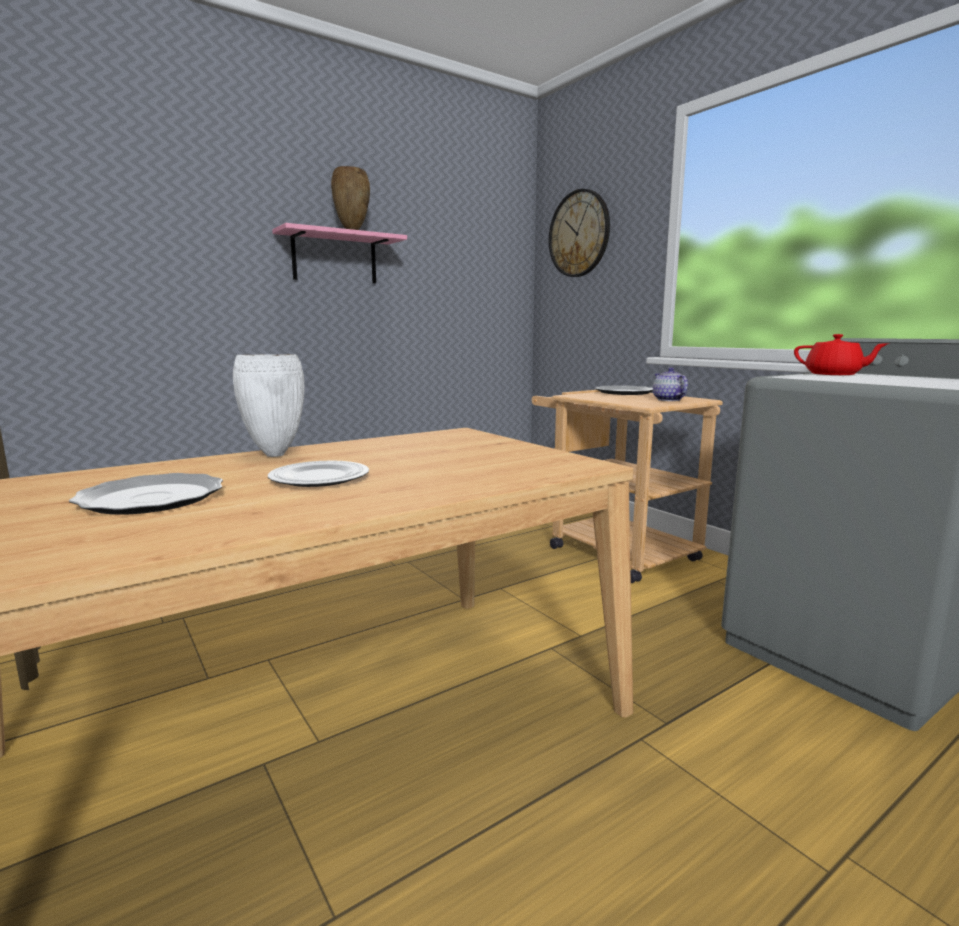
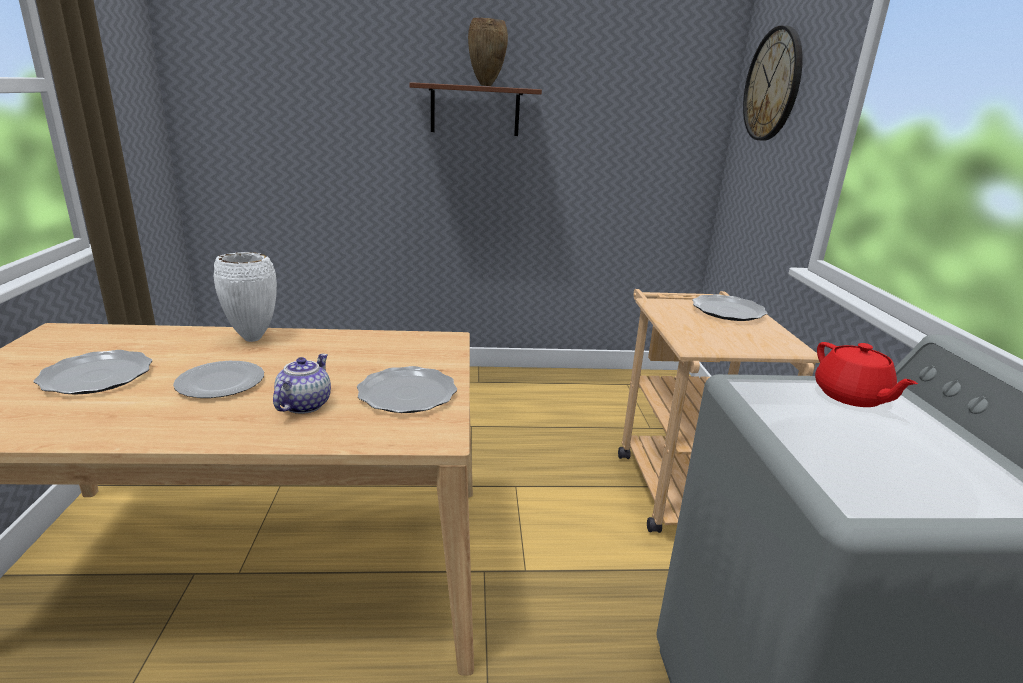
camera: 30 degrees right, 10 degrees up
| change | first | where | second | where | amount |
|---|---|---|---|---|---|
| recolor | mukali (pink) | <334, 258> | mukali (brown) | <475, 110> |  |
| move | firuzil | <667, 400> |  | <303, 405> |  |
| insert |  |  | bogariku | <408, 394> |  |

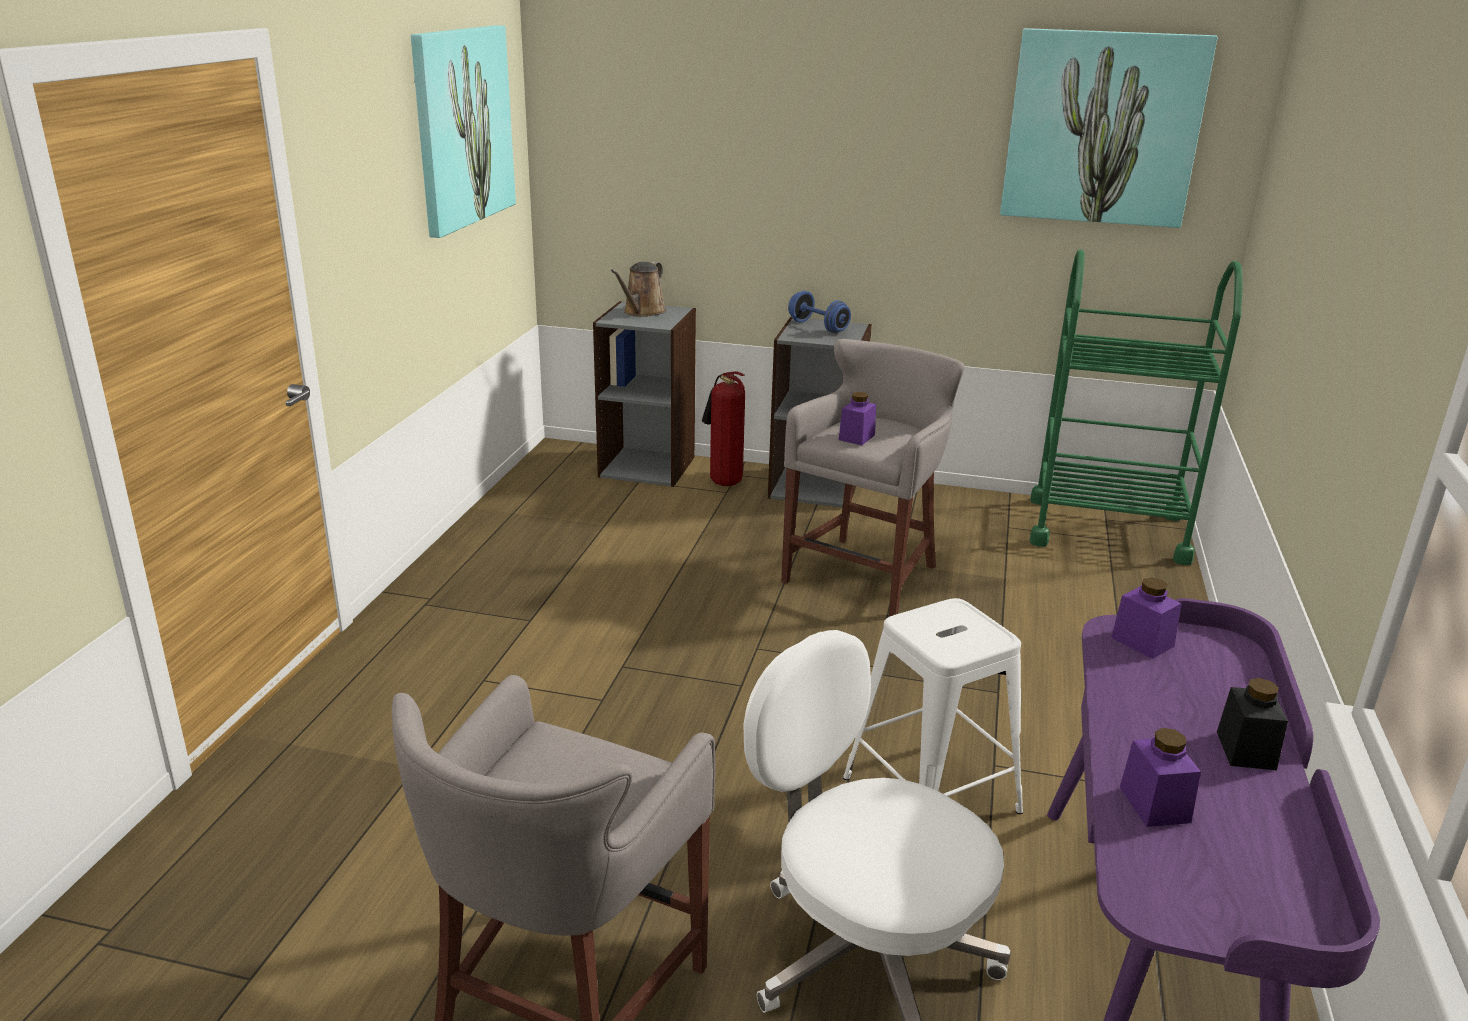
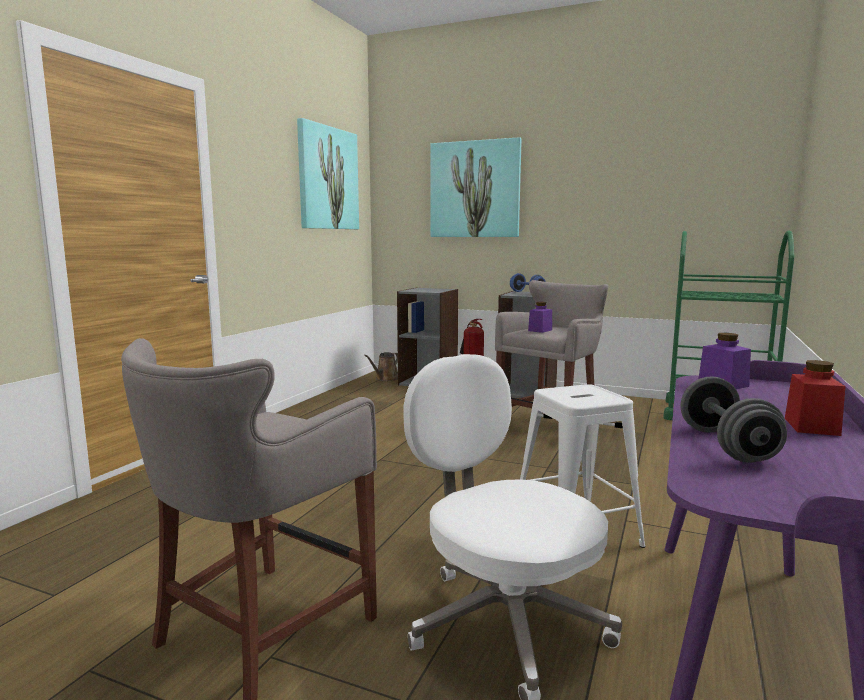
camera: 10 degrees right, 15 degrees down
| change | first | where | second | where | amount |
|---|---|---|---|---|---|
| move | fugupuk | <1102, 128> |  | <475, 189> |  |
| move | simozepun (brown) | <642, 312> |  | <385, 379> |  |
| recolor | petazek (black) | <1246, 750> | petazek (red) | <811, 426> |  |
| replace | petazek (purple) | <1154, 804> | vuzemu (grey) | <726, 445> |  |

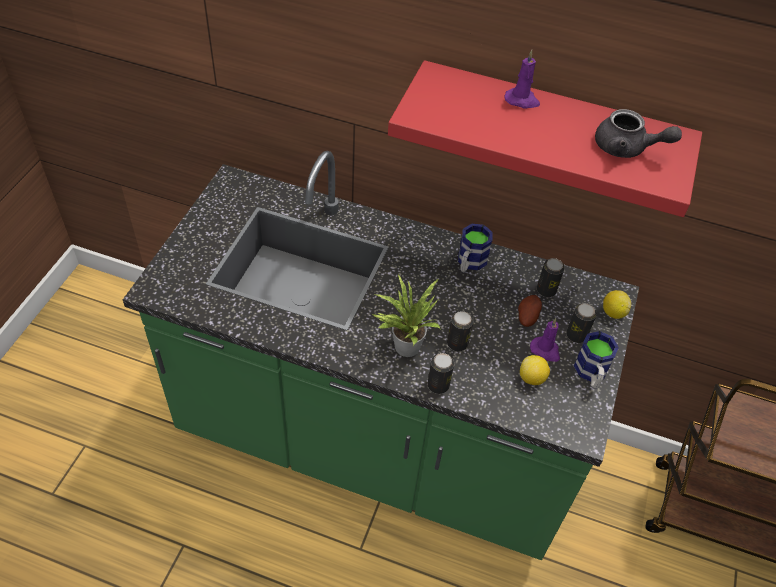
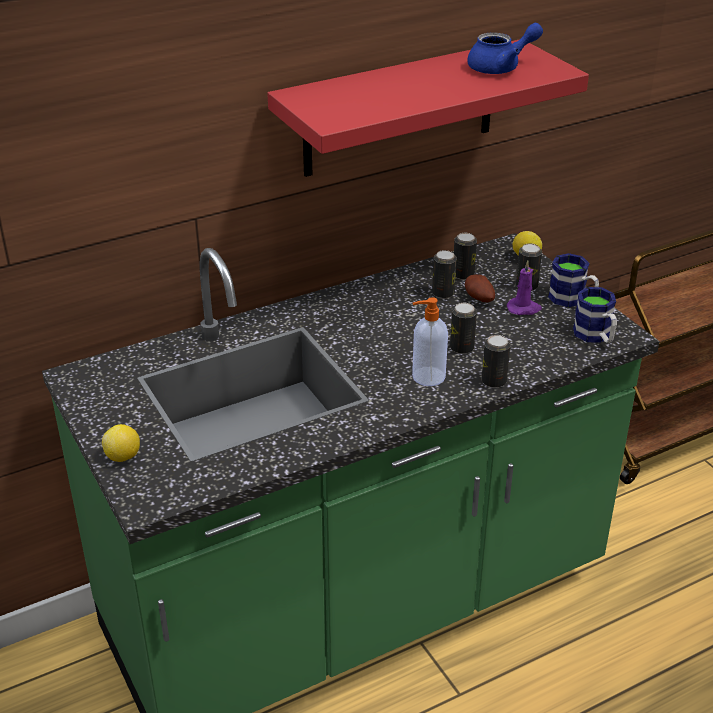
camera: 45 degrees left, 15 degrees down
| change | first | where | second | where | amount |
|---|---|---|---|---|---|
| delete | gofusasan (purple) | <522, 100> |  |  |  |
| recolor | firuzil (grey) | <627, 148> | firuzil (blue) | <501, 67> |  |
| move | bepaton | <469, 263> |  | <596, 336> |  |
| replace | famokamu | <404, 345> | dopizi | <427, 377> |  |
| move | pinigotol | <532, 378> |  | <123, 457> |  |
| insert |  |  | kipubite | <443, 293> |  |

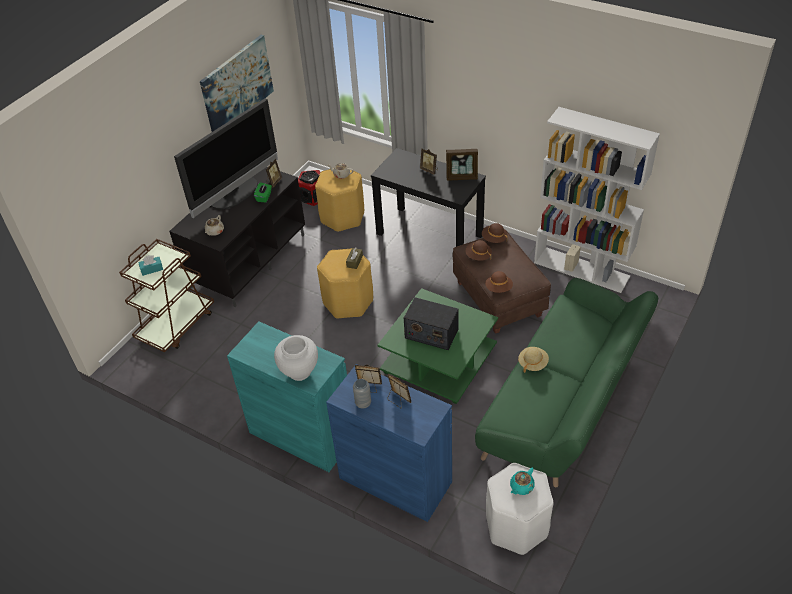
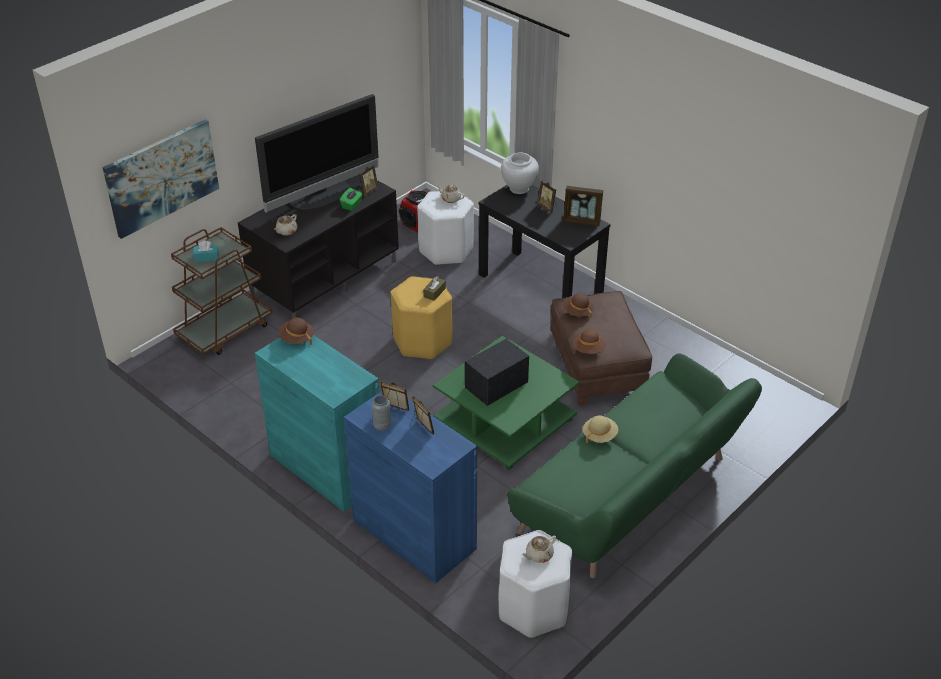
camera: 10 degrees right, 5 degrees down
| change | first | where | second | where | amount |
|---|---|---|---|---|---|
| move | fugupuk | <237, 86> |  | <162, 177> |  |
| delete | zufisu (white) | <582, 269> |  |  |  |
| recolor | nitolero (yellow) | <343, 217> | nitolero (white) | <446, 250> |  |
| move | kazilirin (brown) | <494, 239> |  | <296, 338> |  |
| rotate | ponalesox | <431, 333> |  | <496, 384> | 105 degrees clockwise |
| move | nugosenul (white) | <299, 372> |  | <519, 188> |  |
| recolor | firuzil (turquoise) | <521, 487> | firuzil (beige) | <538, 555> |  |

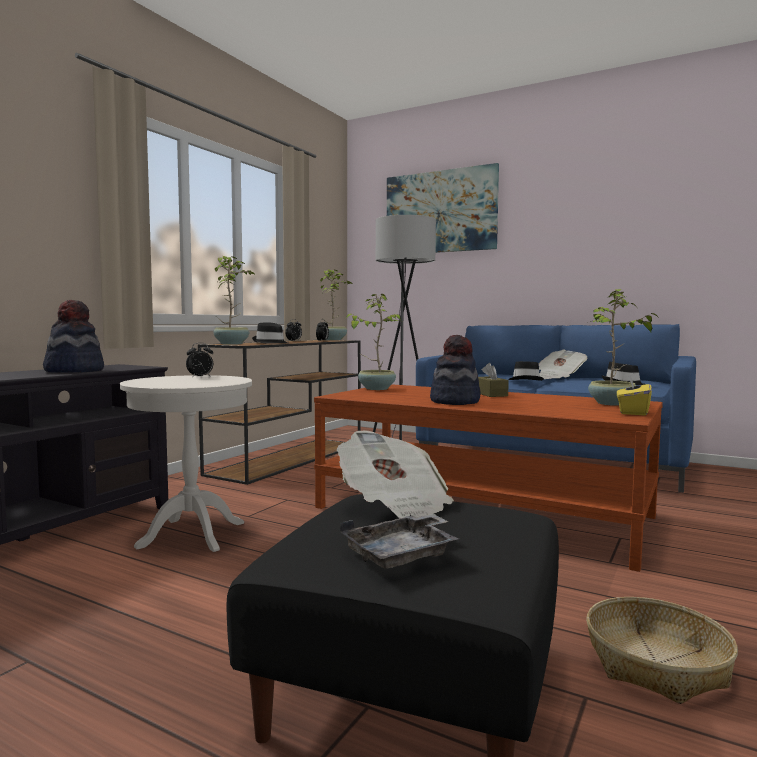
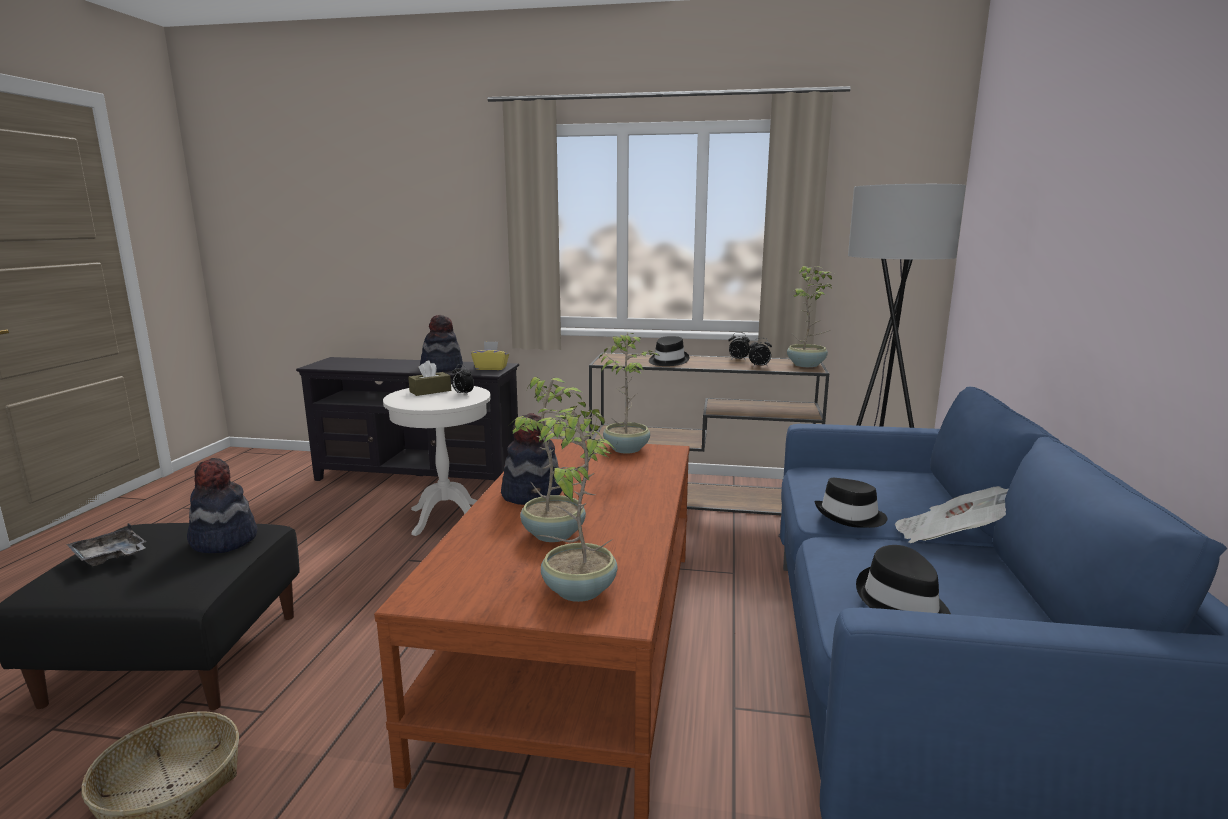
camera: 70 degrees right, 10 degrees up
| change | first | where | second | where | amount |
|---|---|---|---|---|---|
| delete | fugupuk | <440, 212> |  |  |  |
| move | famokamu | <232, 344> |  | <555, 534> |  |
| move | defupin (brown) | <490, 394> |  | <430, 391> |  |
| move | defupin (yellow) | <632, 412> |  | <491, 368> |  |
| replace | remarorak | <394, 506> | kazilirin | <223, 540> |  |

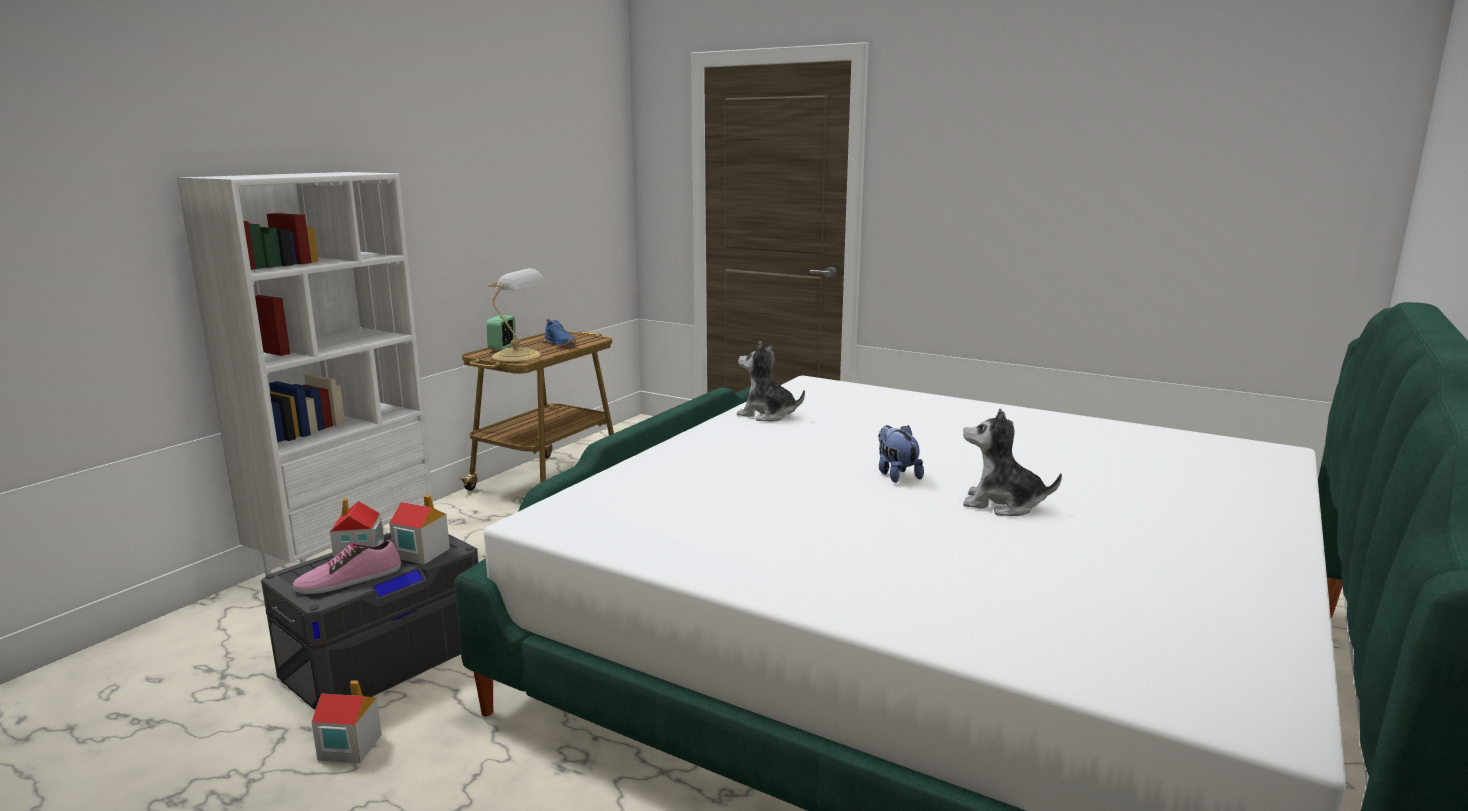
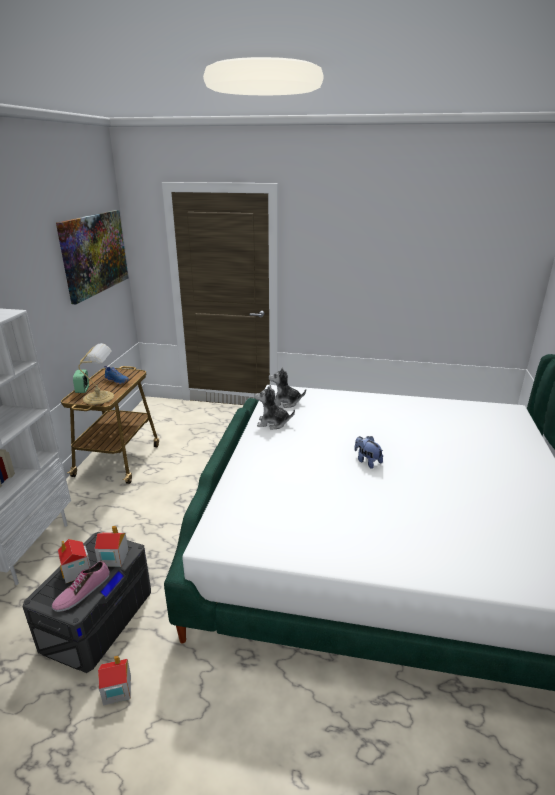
camera: 20 degrees left, 10 degrees up
| change | first | where | second | where | amount |
|---|---|---|---|---|---|
| move | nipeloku | <1002, 504> |  | <285, 402> |  |
| insert |  |  | fugupuk | <94, 253> |  |

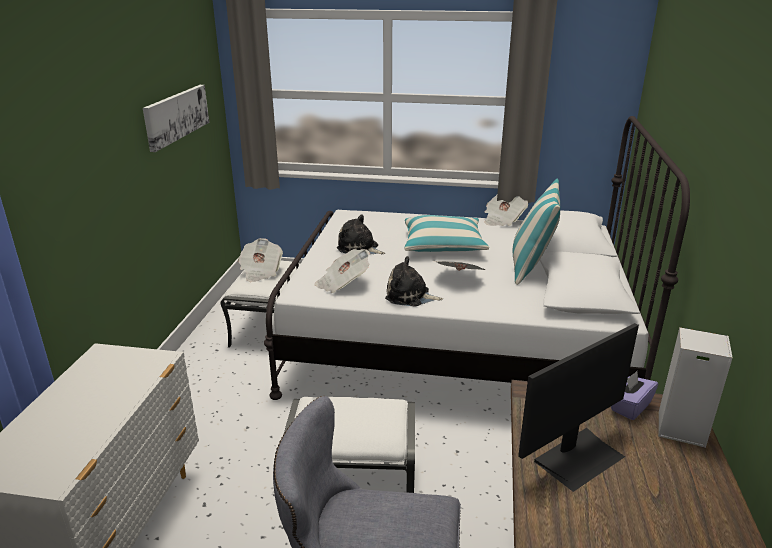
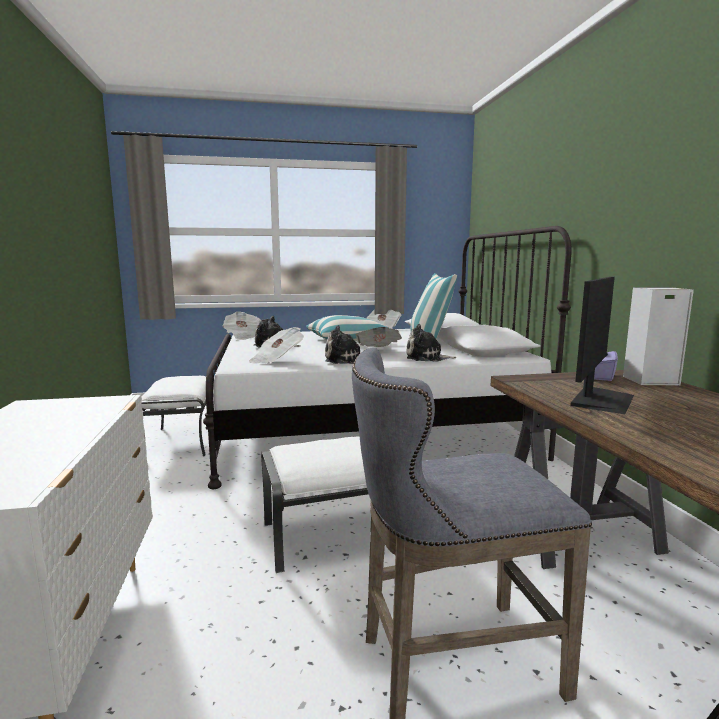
camera: 20 degrees left, 15 degrees down
| change | first | where | second | where | amount |
|---|---|---|---|---|---|
| delete | fugupuk | <176, 115> |  |  |  |
| move | remarorak | <260, 271> |  | <243, 337> |  |
| insert |  |  | nipeloku | <426, 358> |  |

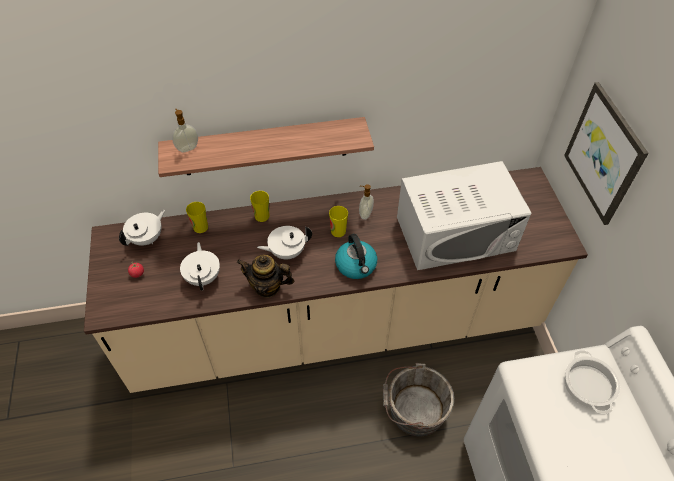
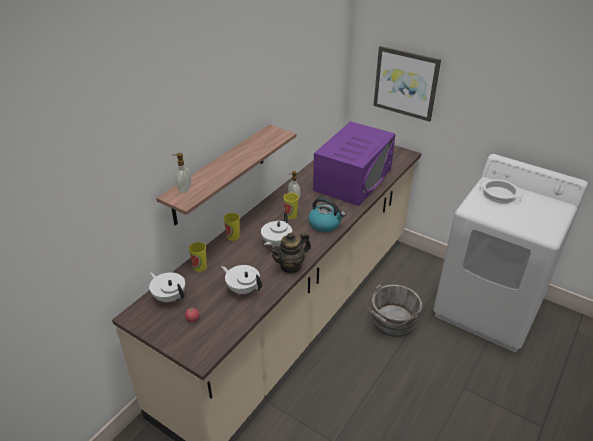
camera: 45 degrees left, 15 degrees down
| change | first | where | second | where | amount |
|---|---|---|---|---|---|
| recolor | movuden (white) | <455, 233> | movuden (purple) | <353, 179> |  |
| rotate | firuzil (white) | <147, 238> |  | <169, 297> | 45 degrees counterclockwise |

